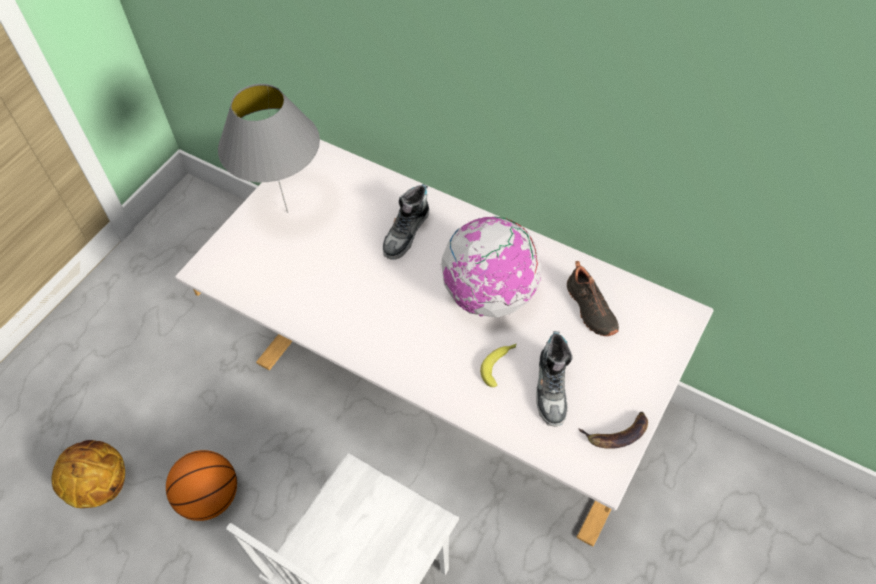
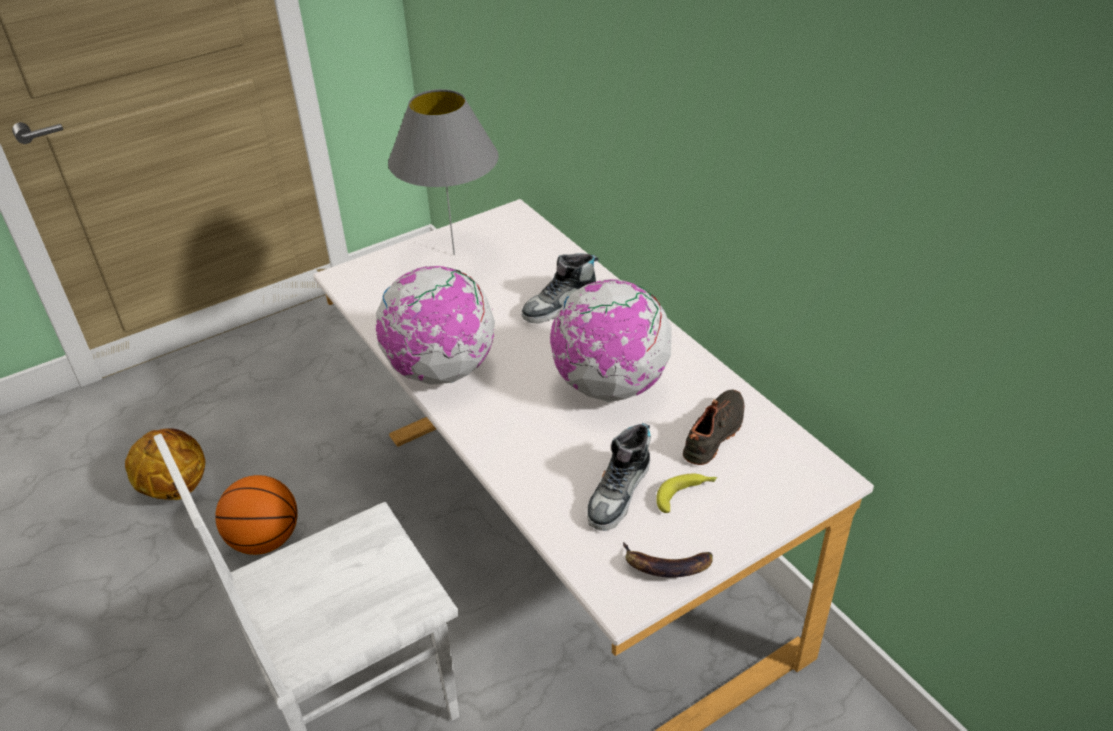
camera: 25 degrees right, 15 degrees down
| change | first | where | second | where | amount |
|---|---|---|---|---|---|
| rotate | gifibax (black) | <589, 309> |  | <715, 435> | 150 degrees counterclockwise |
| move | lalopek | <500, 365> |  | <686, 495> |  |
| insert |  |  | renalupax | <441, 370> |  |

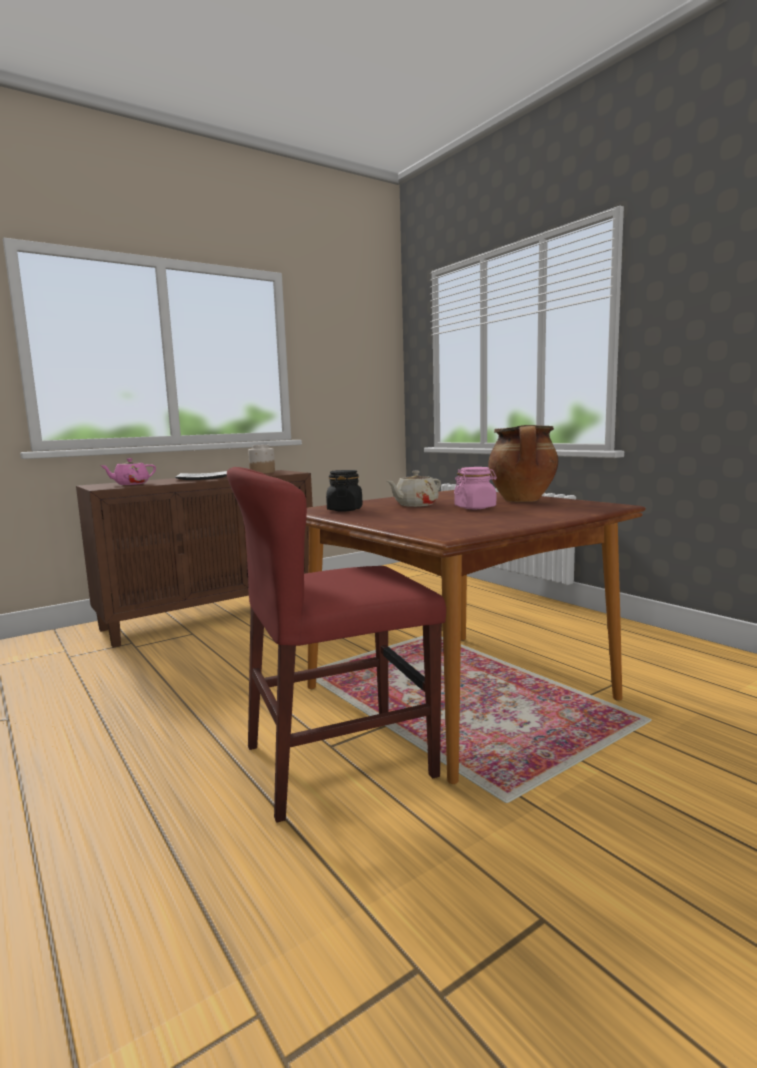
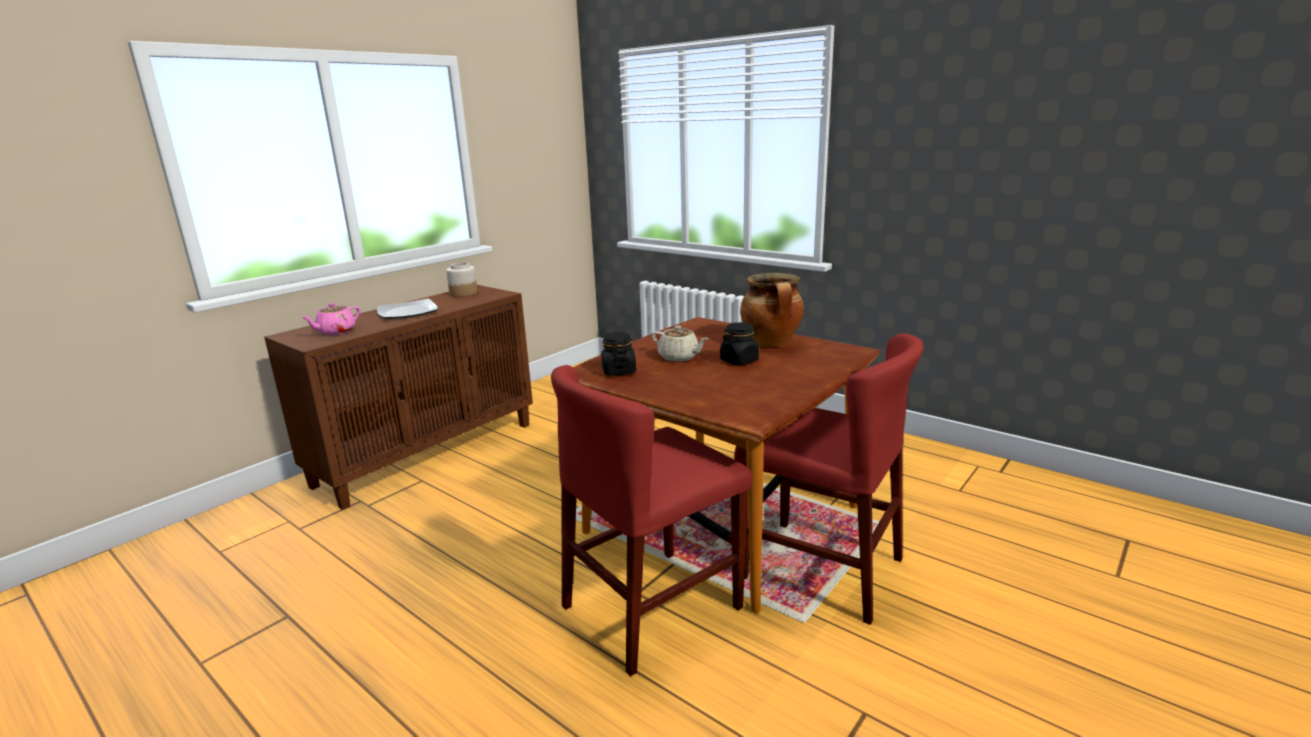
camera: 15 degrees left, 10 degrees up
| change | first | where | second | where | amount |
|---|---|---|---|---|---|
| recolor | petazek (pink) | <475, 507> | petazek (black) | <739, 360> |  |
| rotate | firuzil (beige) | <415, 505> |  | <679, 357> | 90 degrees counterclockwise |
| insert |  |  | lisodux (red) | <821, 568> |  |

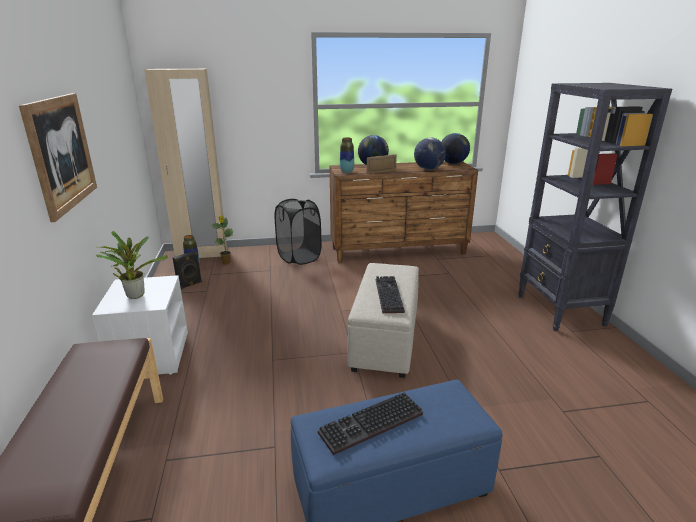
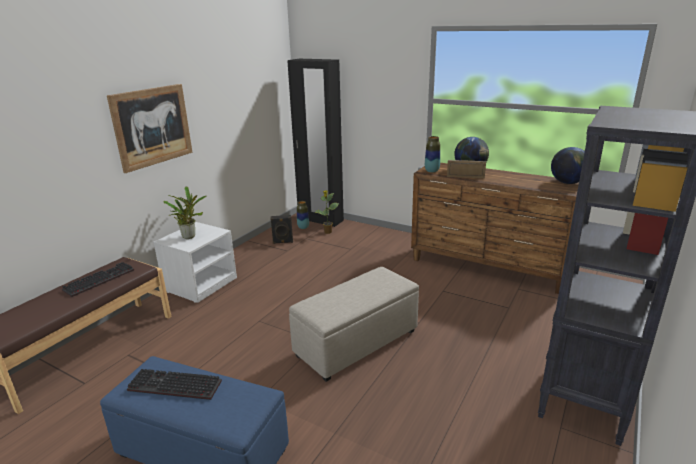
camera: 40 degrees right, 0 degrees up
| change | first | where | second | where | amount |
|---|---|---|---|---|---|
| recolor | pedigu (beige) | <201, 254> | pedigu (black) | <320, 220> |  |
| delete | renalupax | <428, 169> |  |  |  |
| delete | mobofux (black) | <299, 257> |  |  |  |
| move | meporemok | <387, 295> |  | <100, 279> |  |

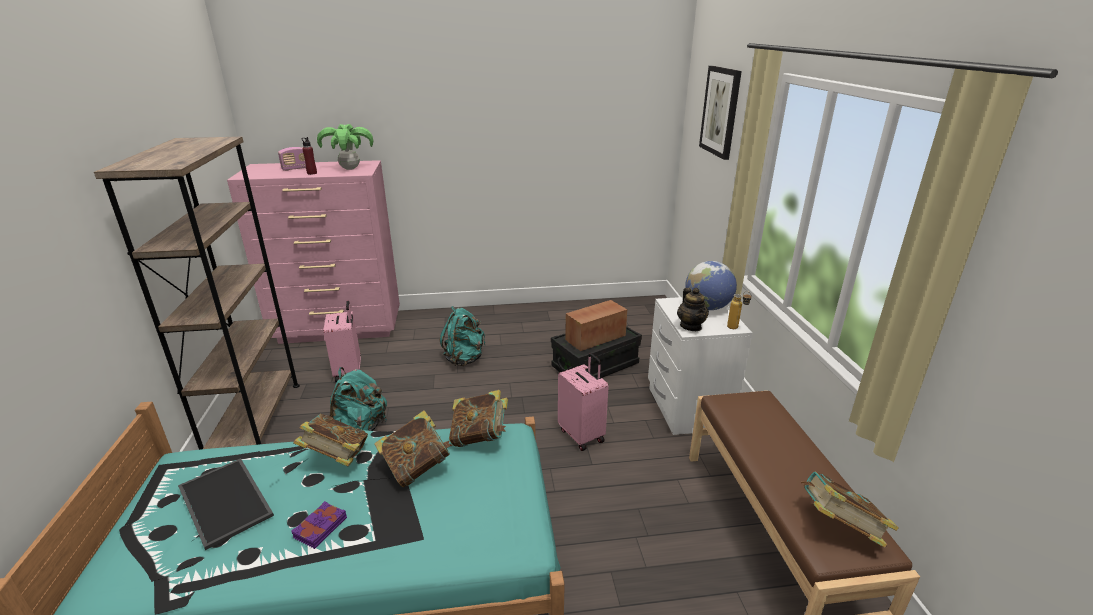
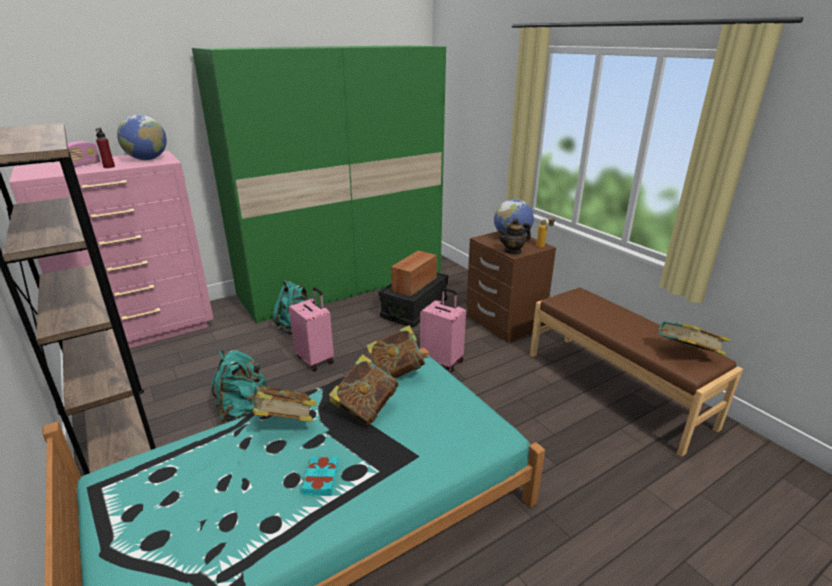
camera: 25 degrees left, 0 degrees up
| change | first | where | second | where | amount |
|---|---|---|---|---|---|
| delete | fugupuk | <720, 111> |  |  |  |
| replace | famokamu | <350, 168> | renalupax | <147, 159> |  |
| rotate | firuzil | <691, 326> |  | <513, 251> | 105 degrees clockwise |
| recolor | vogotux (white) | <687, 408> | vogotux (brown) | <504, 322> |  |
| move | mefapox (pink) | <349, 371> |  | <315, 359> |  |
| delete | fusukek | <227, 501> |  |  |  |
| recolor | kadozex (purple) | <320, 527> | kadozex (turquoise) | <320, 479> |  |
| insert |  |  | pedigu (green) | <343, 284> |  |

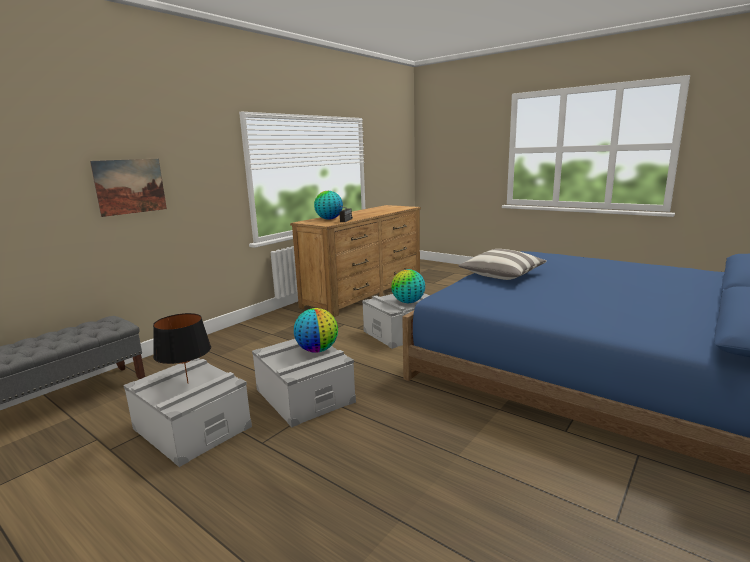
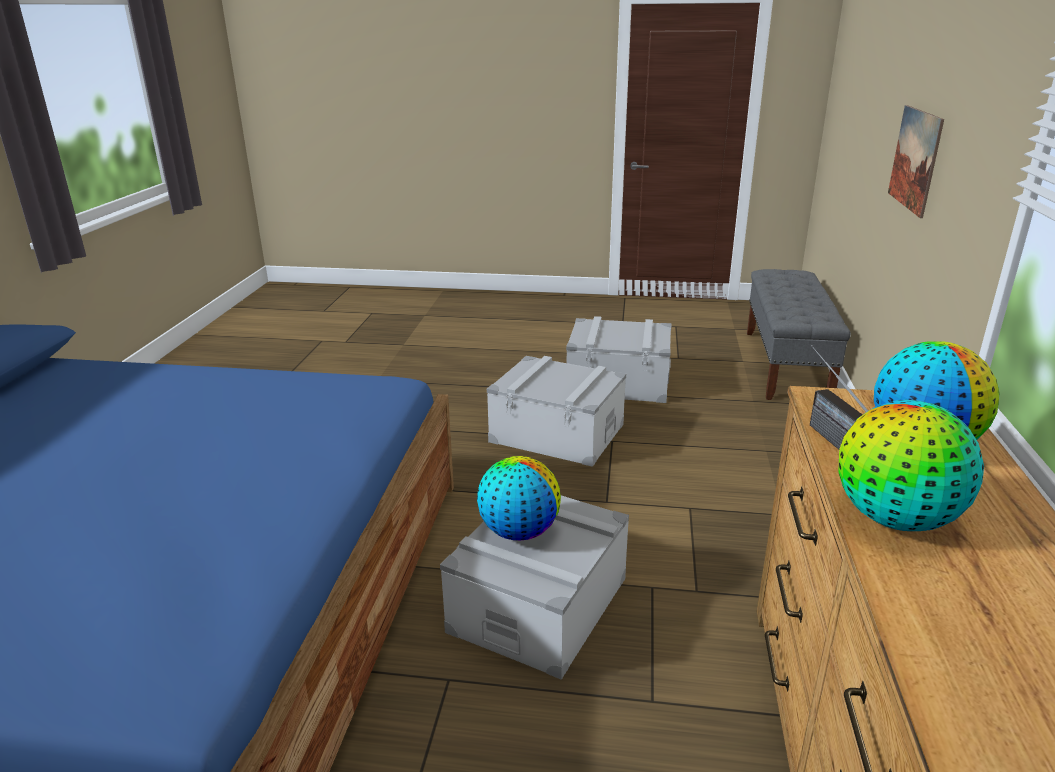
camera: 150 degrees right, 10 degrees up
| change | first | where | second | where | amount |
|---|---|---|---|---|---|
| delete | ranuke | <502, 275> |  |  |  |
| move | renalupax | <317, 350> |  | <895, 519> |  |
| delete | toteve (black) | <188, 383> |  |  |  |

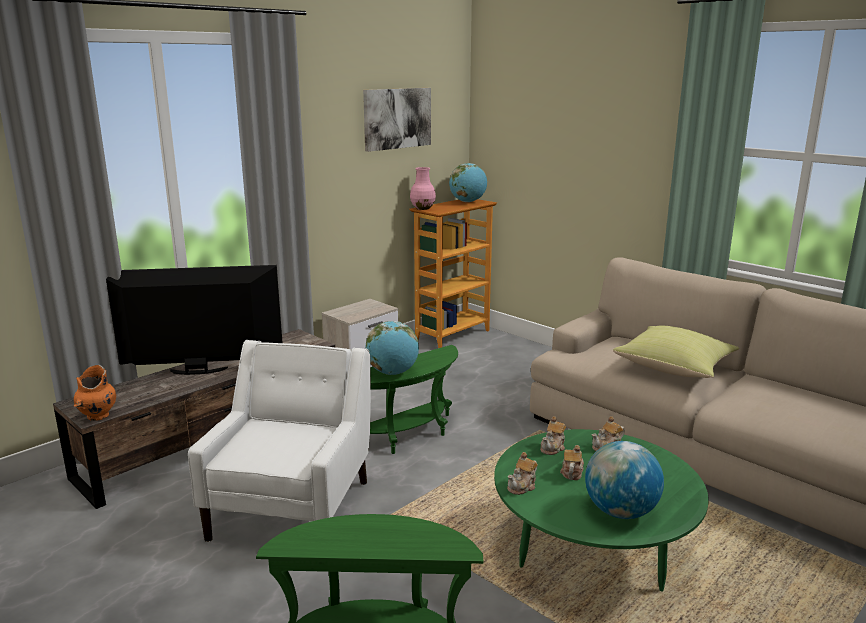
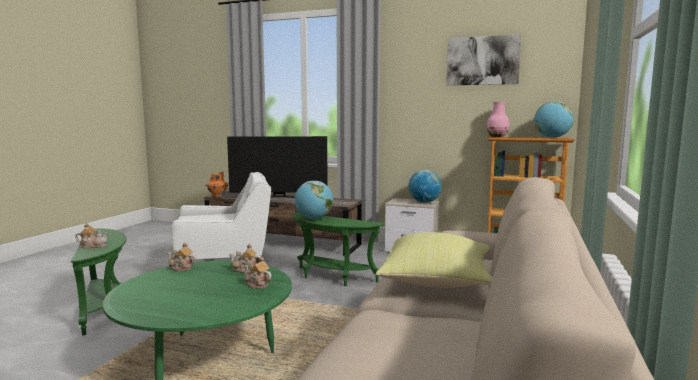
camera: 65 degrees right, 10 degrees down
| change | first | where | second | where | amount |
|---|---|---|---|---|---|
| rotate | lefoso | <197, 371> |  | <279, 197> | 120 degrees clockwise |
| move | renalupax | <620, 512> |  | <424, 202> |  |
| move | firuzil | <571, 472> |  | <93, 246> |  |

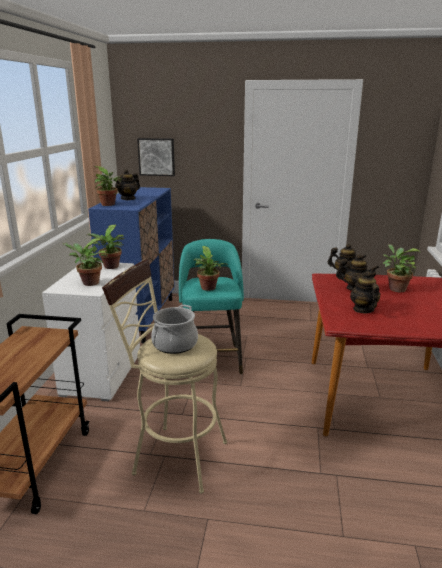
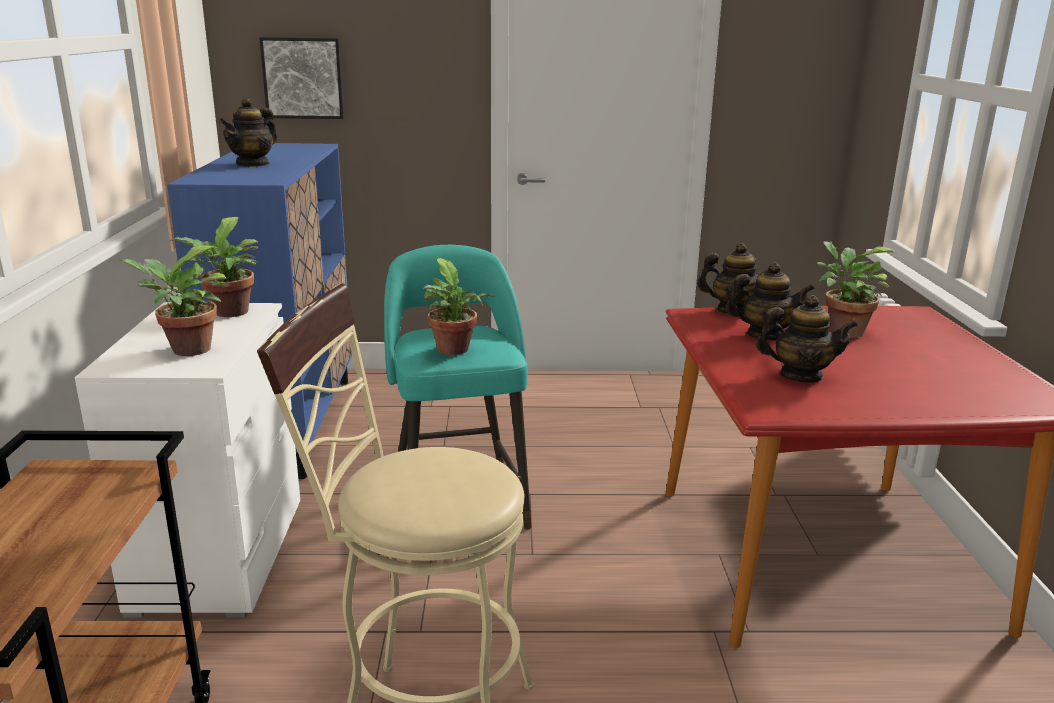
camera: 10 degrees left, 0 degrees up
| change | first | where | second | where | amount |
|---|---|---|---|---|---|
| delete | famokamu | <109, 204> |  |  |  |
| rotate | firuzil | <363, 309> |  | <800, 376> | 120 degrees clockwise |
| delete | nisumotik | <175, 344> |  |  |  |

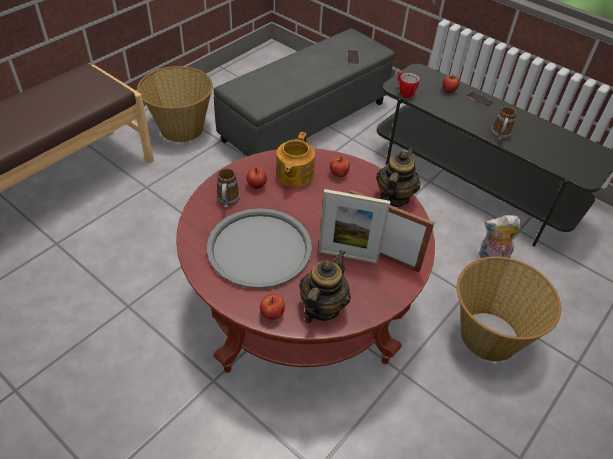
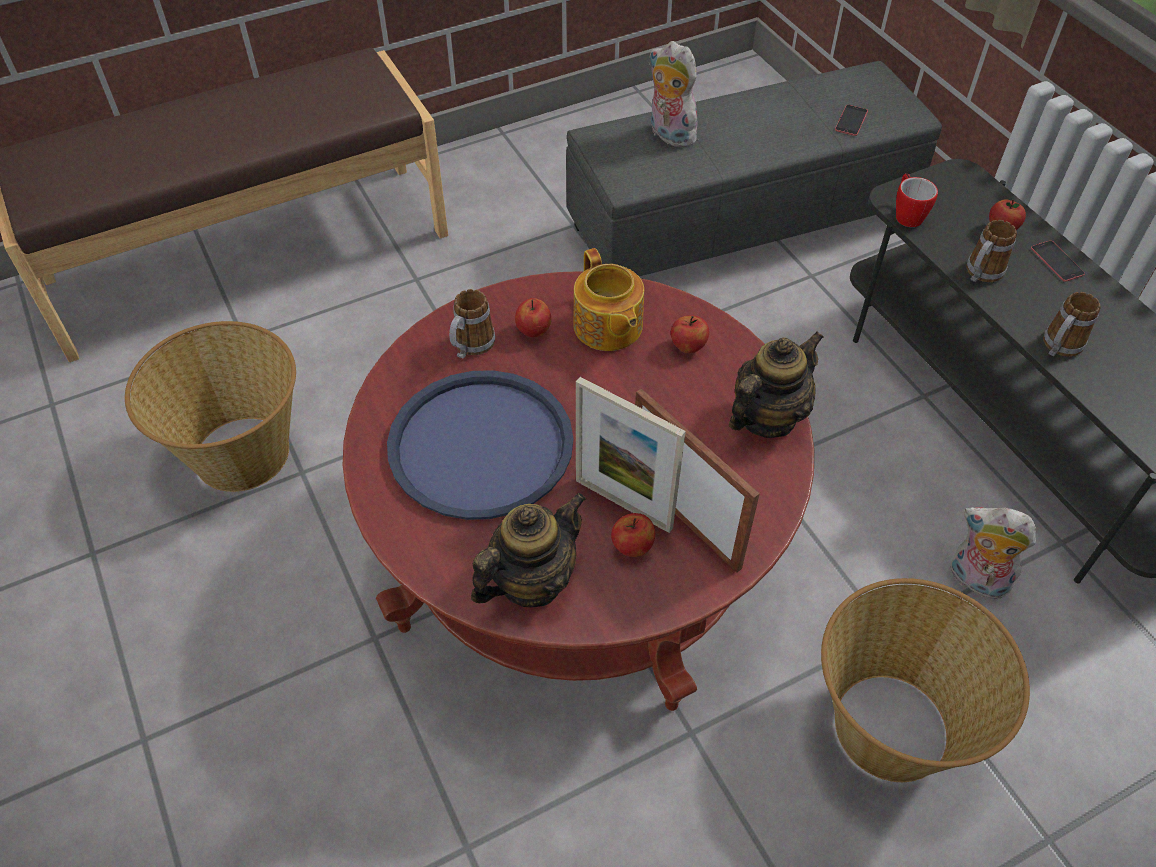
camera: 25 degrees right, 5 degrees up
| change | first | where | second | where | amount |
|---|---|---|---|---|---|
| move | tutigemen | <181, 129> |  | <240, 452> |  |
| rotate | firuzil | <294, 175> |  | <607, 327> | 60 degrees counterclockwise |
| recolor | fusukek (grey) | <259, 249> | fusukek (blue) | <481, 445> |  |
| move | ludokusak | <272, 314> |  | <632, 547> |  |
| insert |  |  | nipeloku | <668, 135> |  |
| insert |  |  | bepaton | <980, 274> |  |

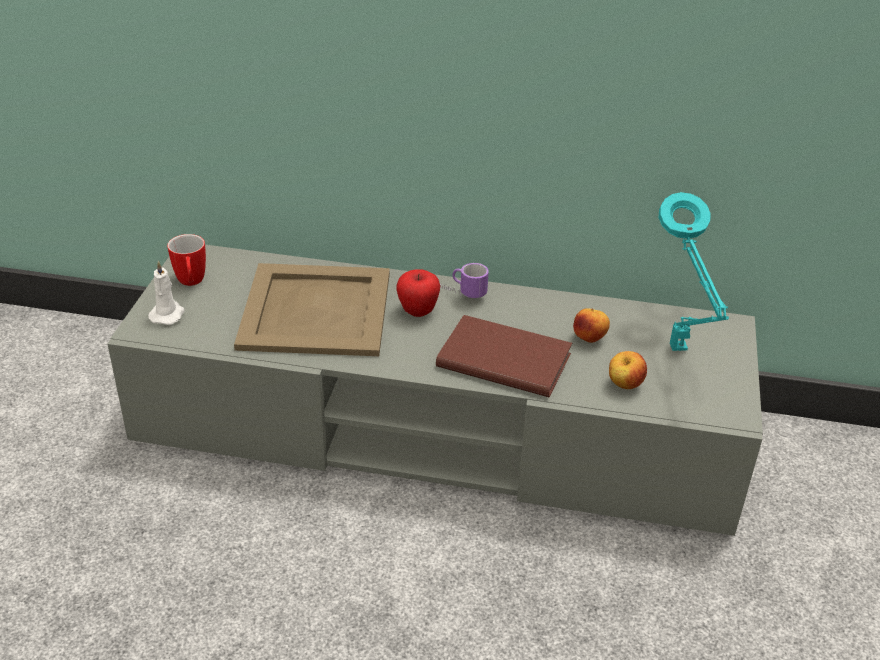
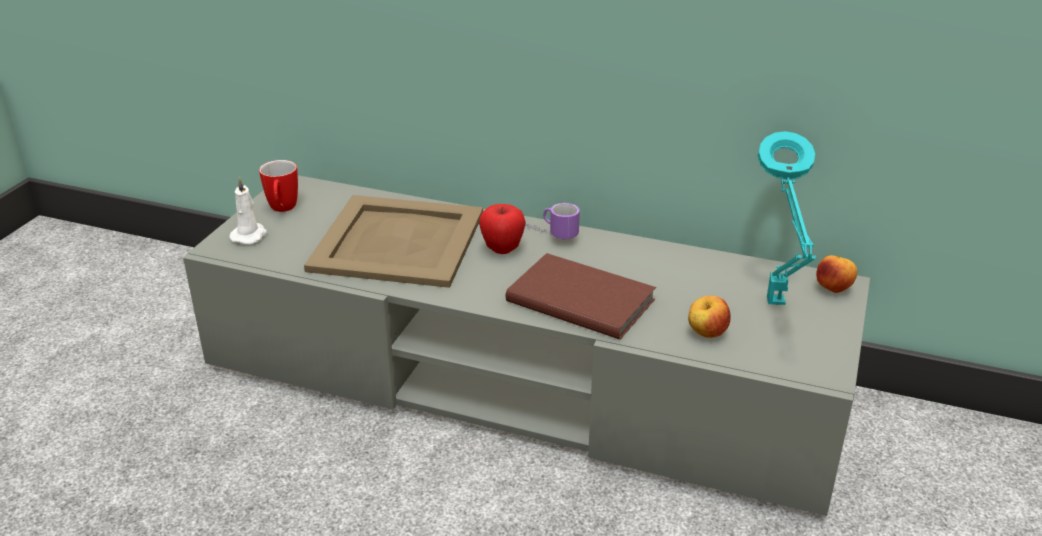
camera: 10 degrees right, 5 degrees down
| change | first | where | second | where | amount |
|---|---|---|---|---|---|
| move | ludokusak | <589, 338> |  | <833, 289> |  |

